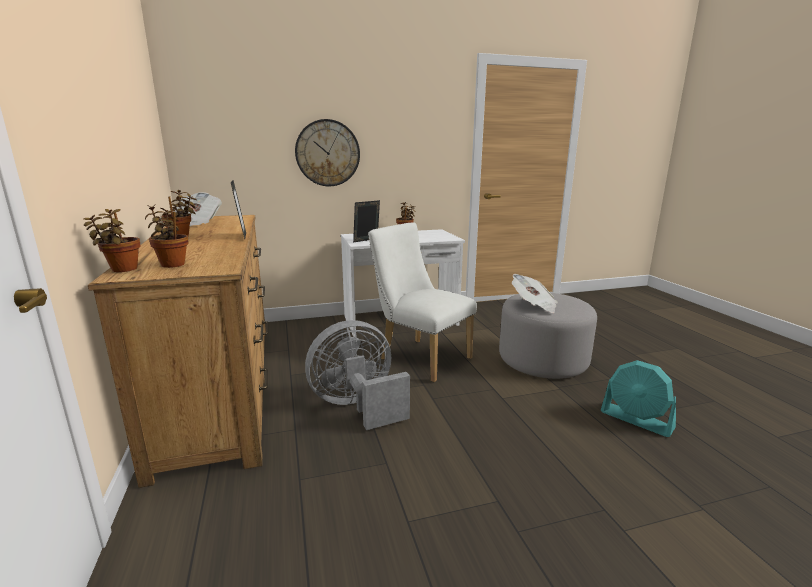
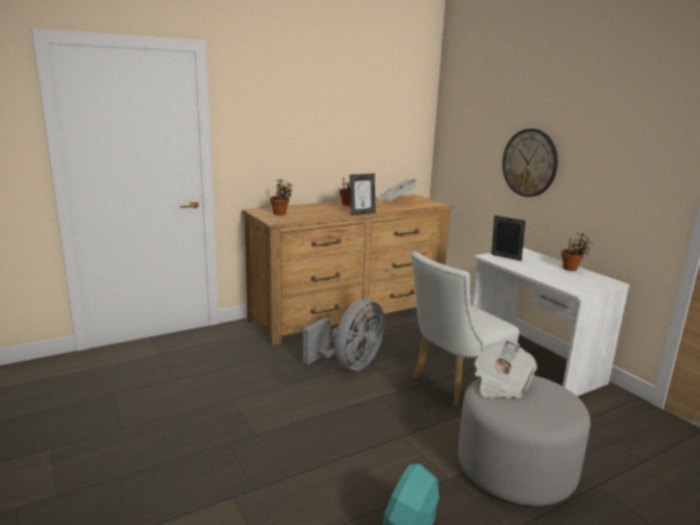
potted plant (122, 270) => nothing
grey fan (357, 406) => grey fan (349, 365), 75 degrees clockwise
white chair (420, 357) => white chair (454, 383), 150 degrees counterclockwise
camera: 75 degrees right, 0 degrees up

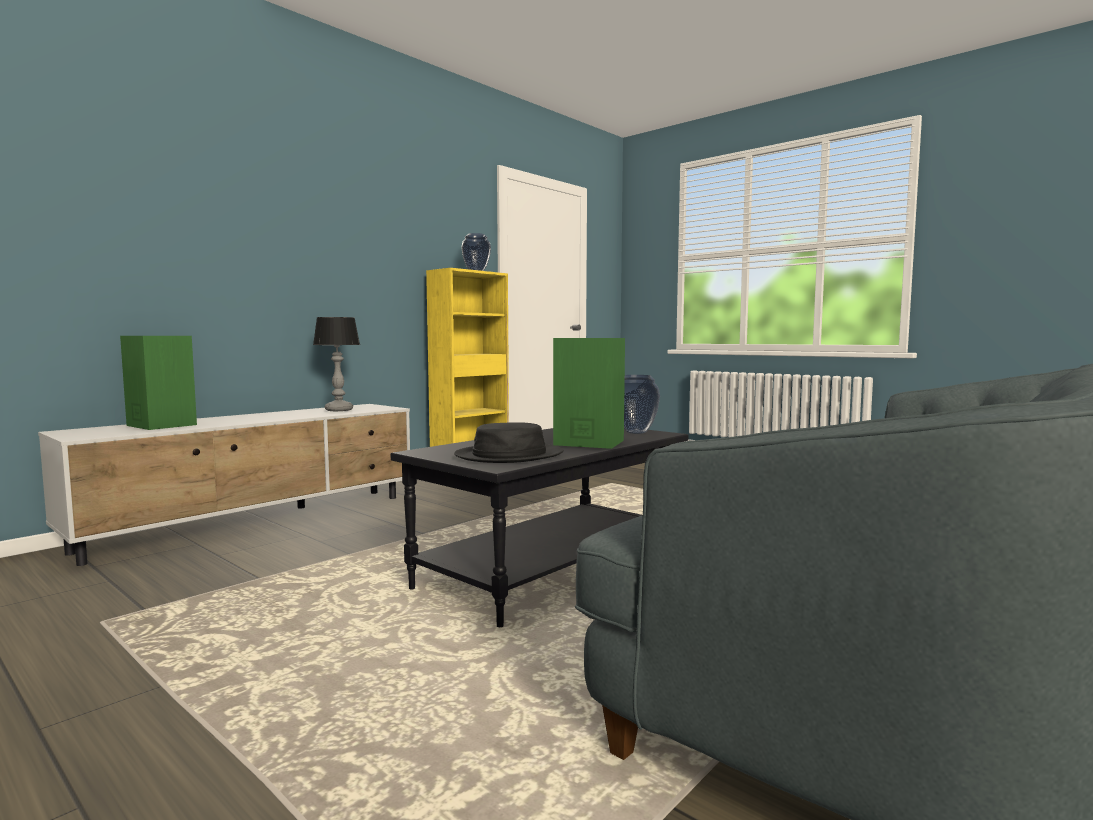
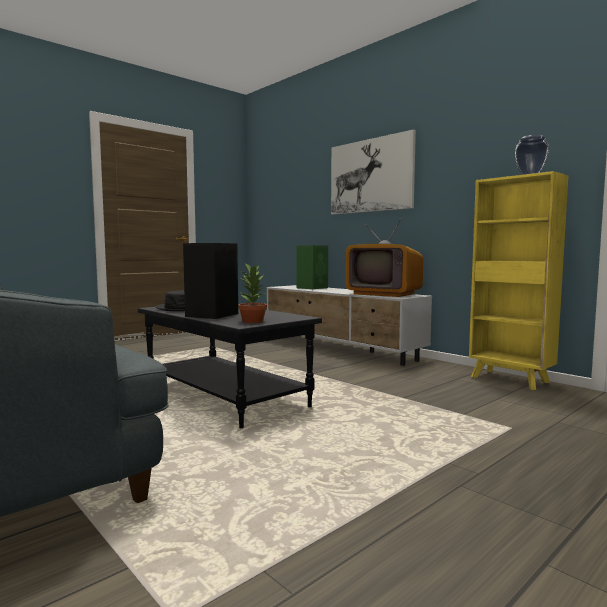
table lamp (339, 410) => television (384, 294)
green speaker (587, 442) => black speaker (213, 315)
vase (635, 432) => potted plant (252, 321)
nothing => picture (370, 176)
camera: 95 degrees right, 0 degrees up

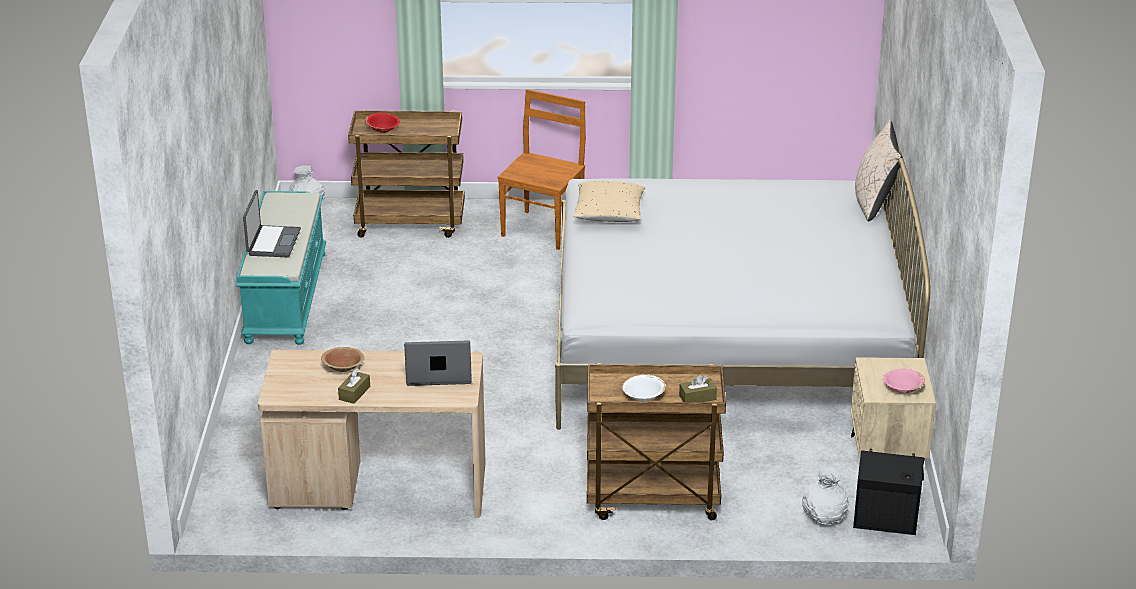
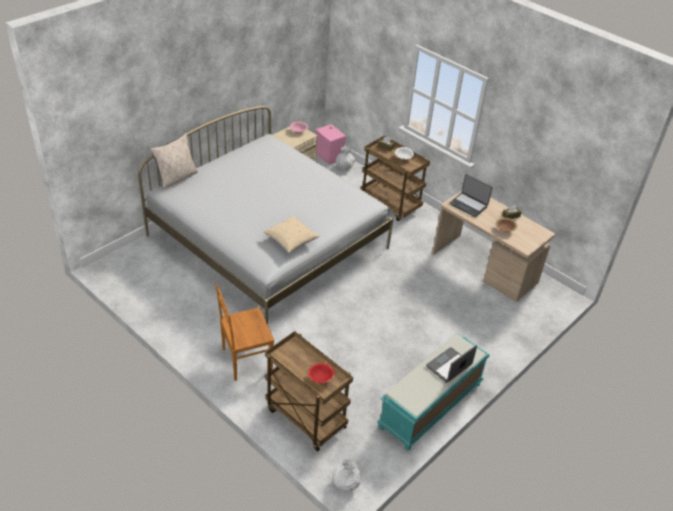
black speaker (886, 522) => pink speaker (328, 155)
camera: 140 degrees left, 10 degrees up

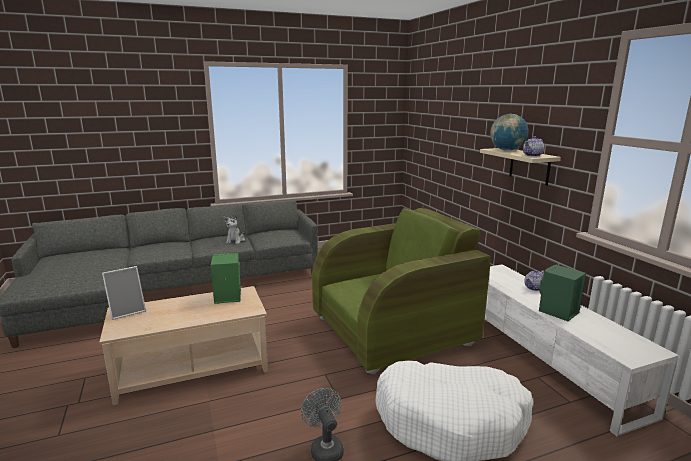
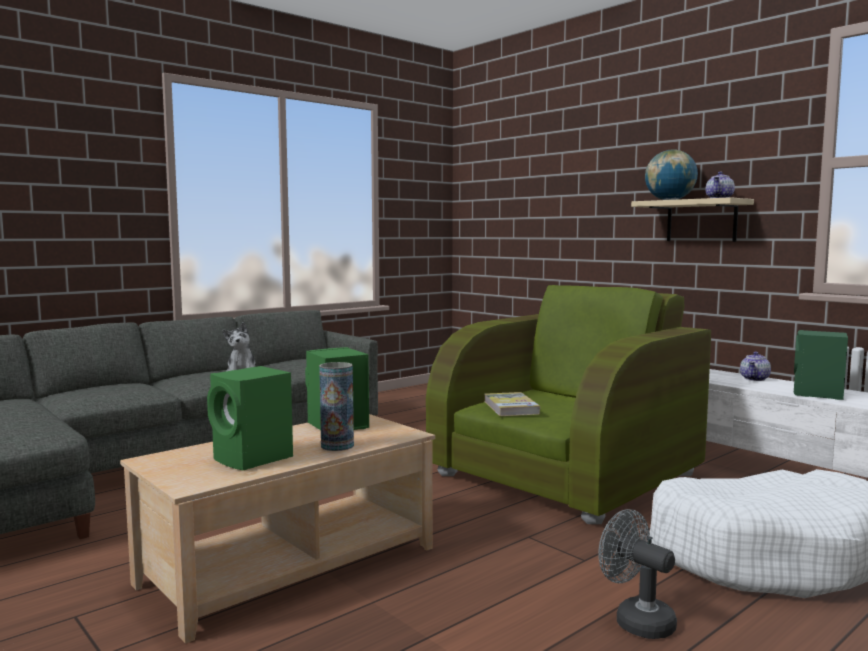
picture frame (127, 311) => nothing
nothing => green speaker (254, 459)
nothing => vase (337, 446)
nothing => book (511, 407)
camera: 20 degrees left, 10 degrees down

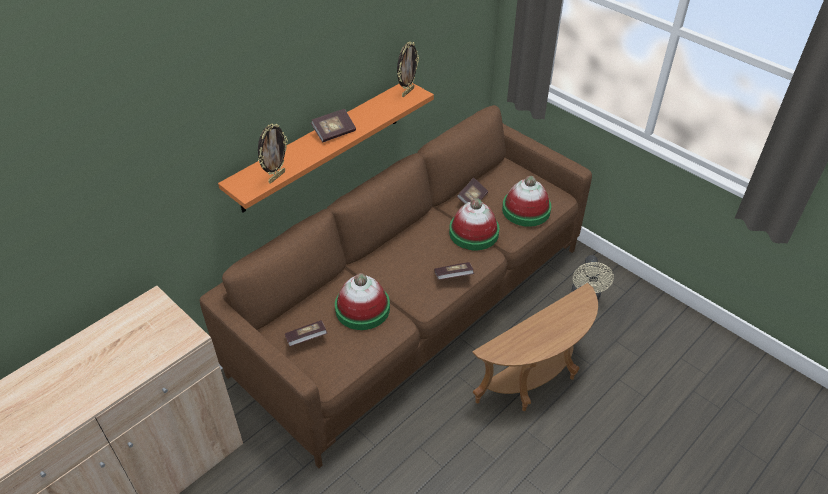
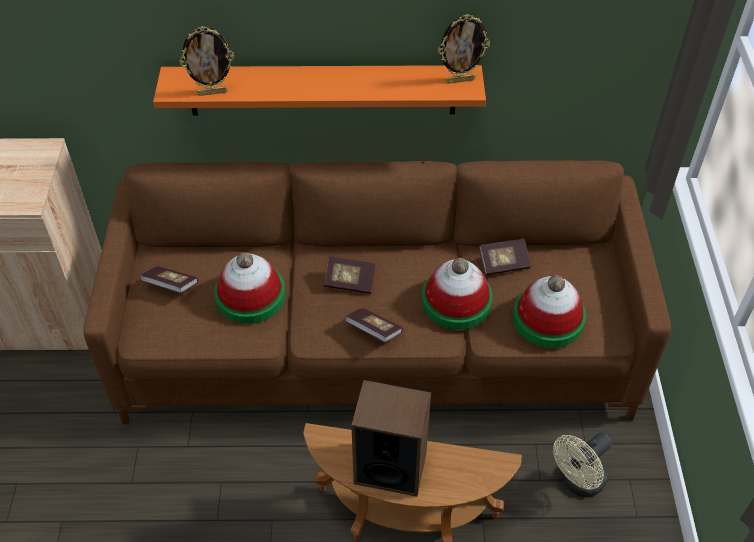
book (334, 133) => book (350, 282), shifted
nothing => speaker (390, 467)
camera: 45 degrees right, 5 degrees up

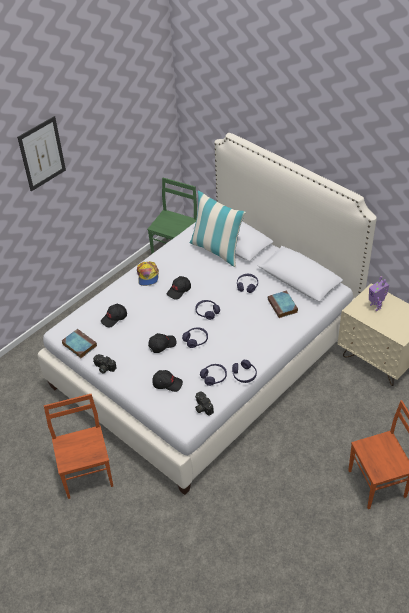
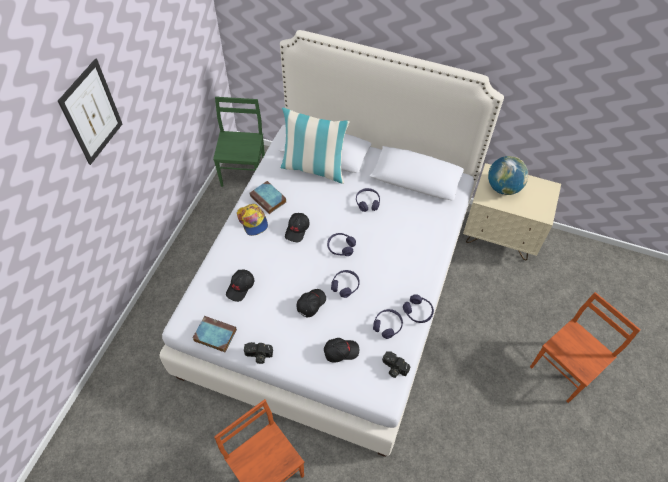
book (283, 306) => book (269, 199), shifted
toy robot (376, 306) => globe (503, 188)
camera: 25 degrees left, 10 degrees up

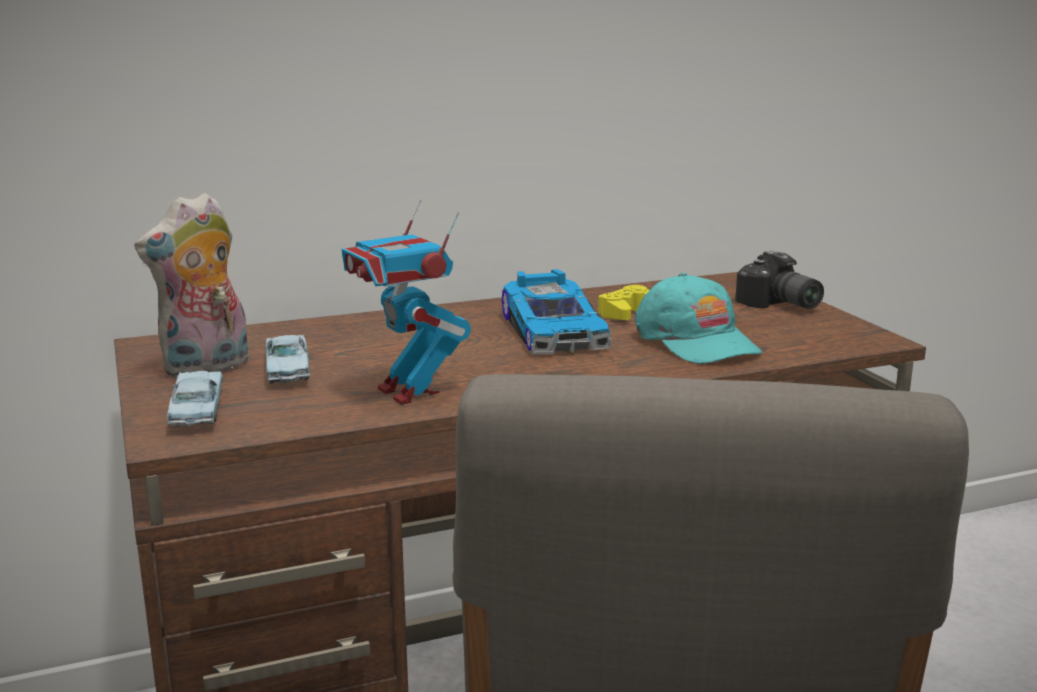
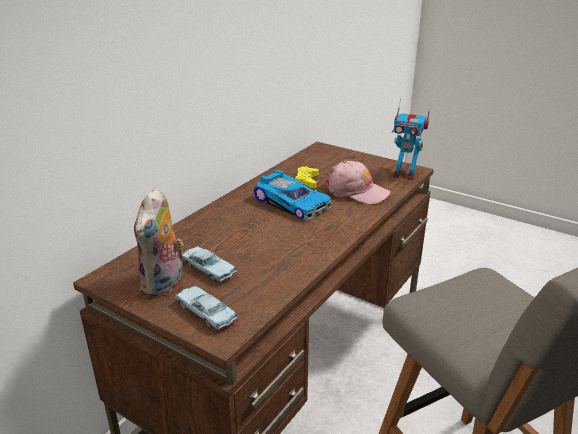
toy robot (408, 392) => toy robot (404, 175), shifted
turquoise cap (697, 341) => pink cap (356, 191)
photo camera (779, 305) => nothing
camera: 35 degrees left, 10 degrees up

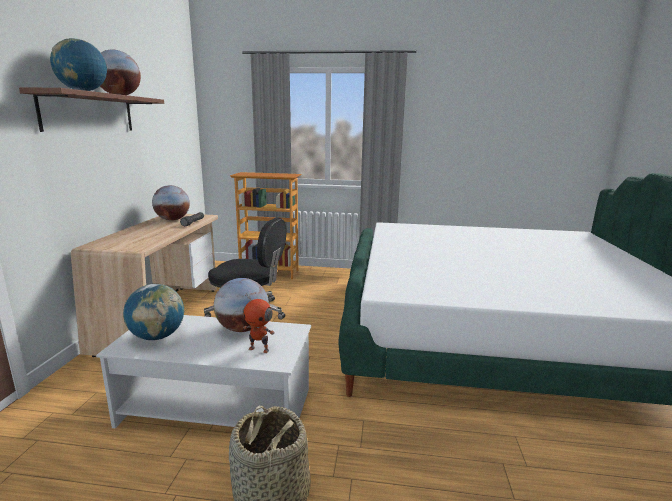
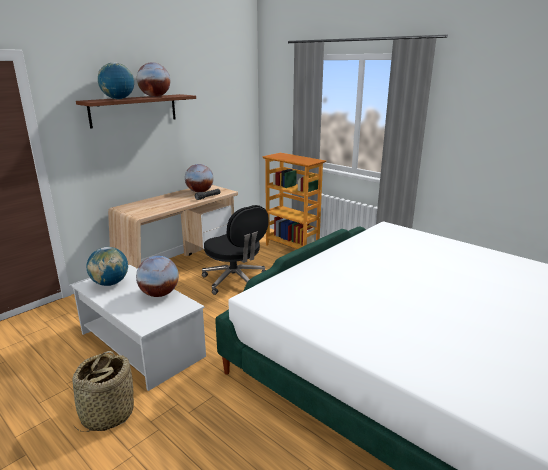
toy robot (259, 349) => nothing
camera: 35 degrees right, 5 degrees up

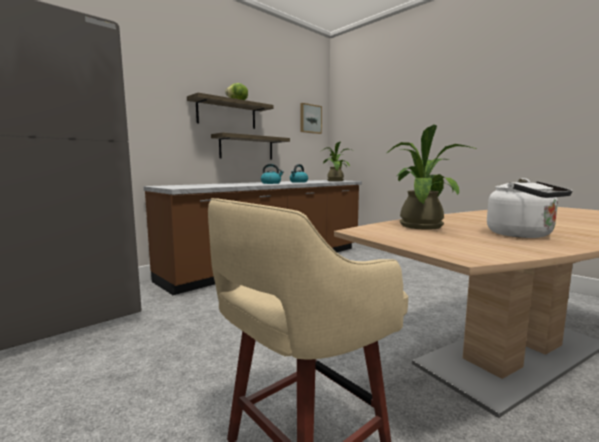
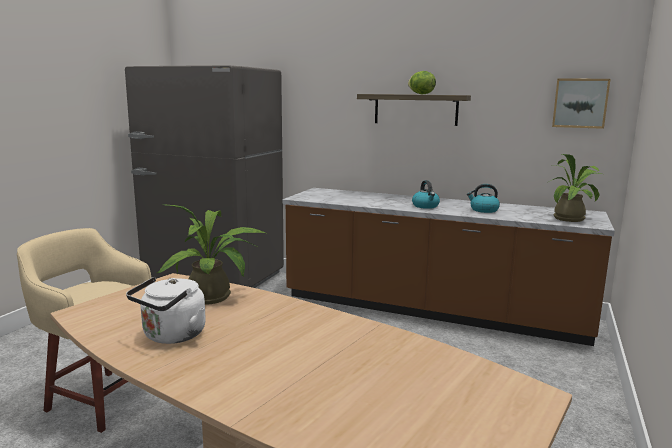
shelf (246, 148) => nothing
camera: 65 degrees right, 5 degrees up

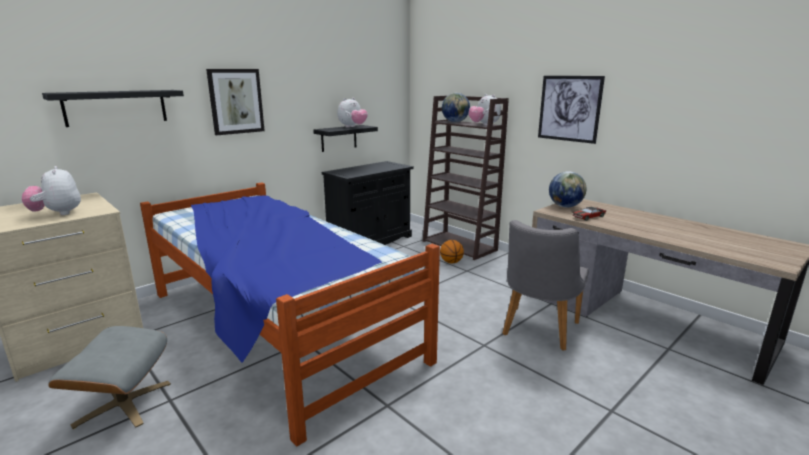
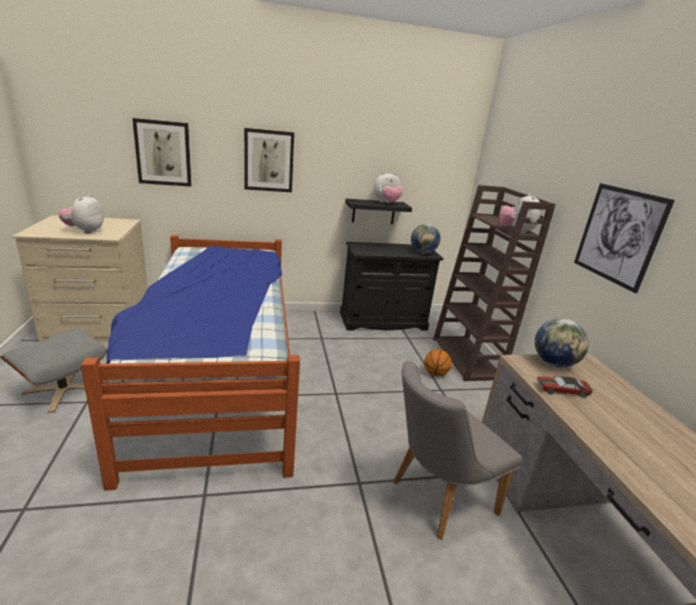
black shelf (116, 107) => picture (163, 153)
globe (455, 122) => globe (423, 252), shifted
camera: 30 degrees right, 5 degrees up

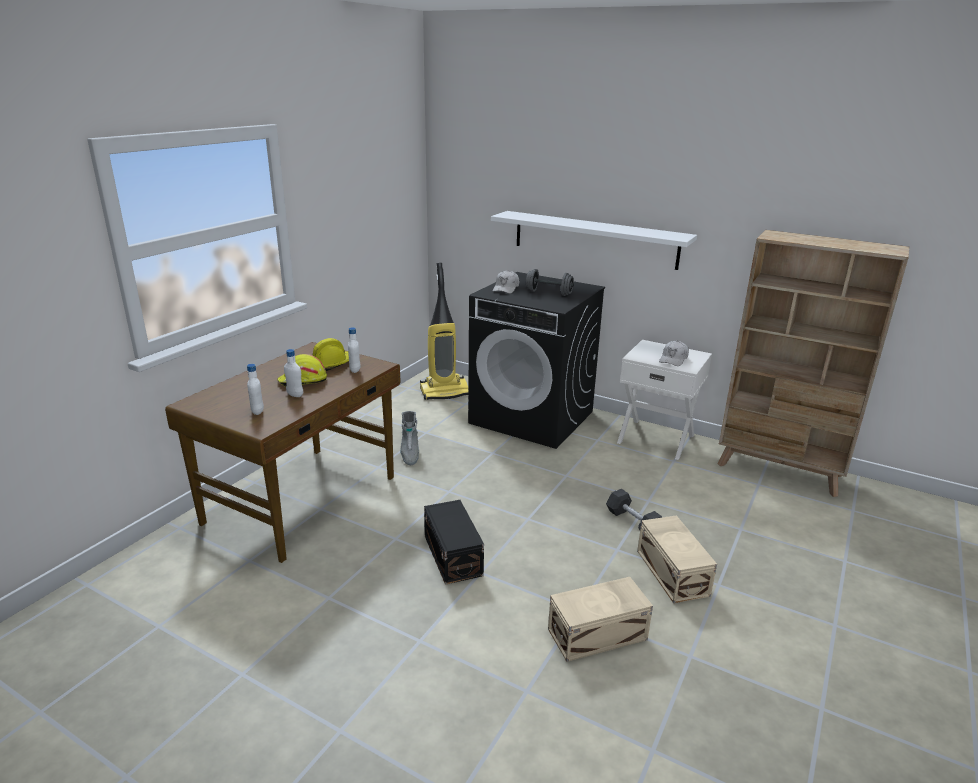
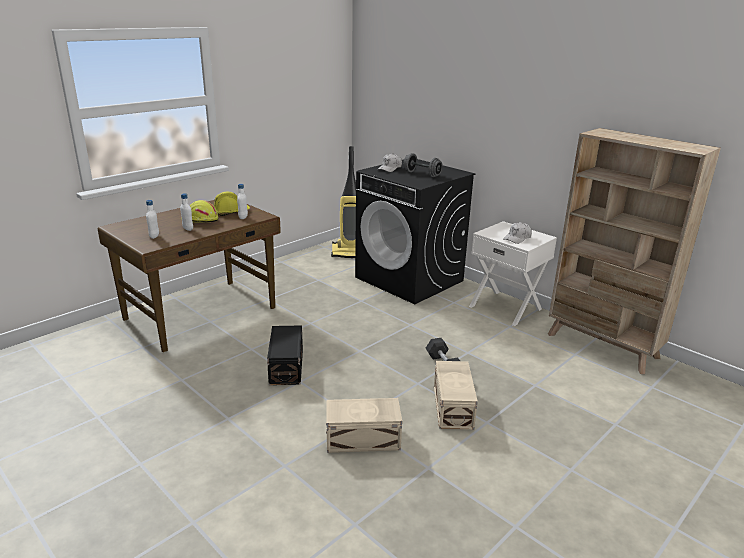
grey boot (409, 454) => nothing
white shelf (594, 239) => nothing
camera: 15 degrees right, 0 degrees up

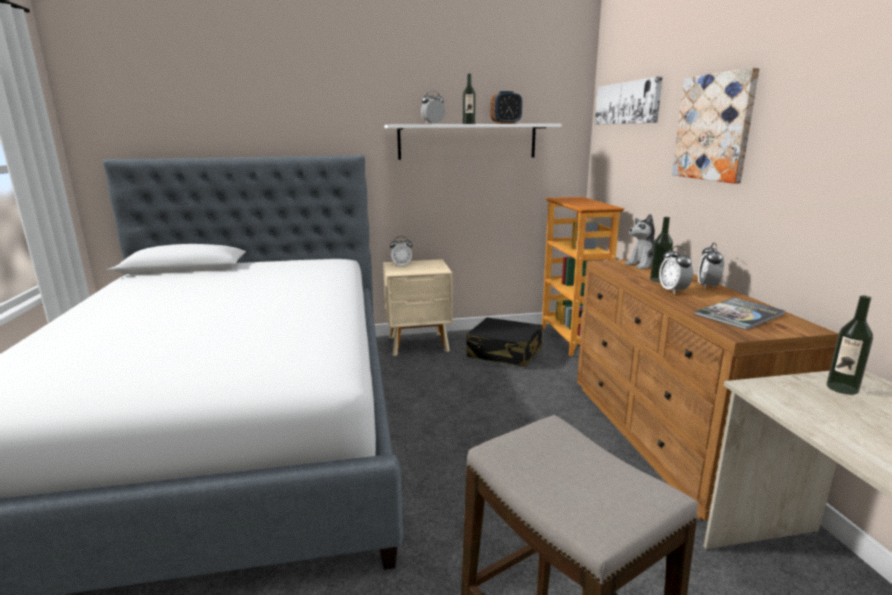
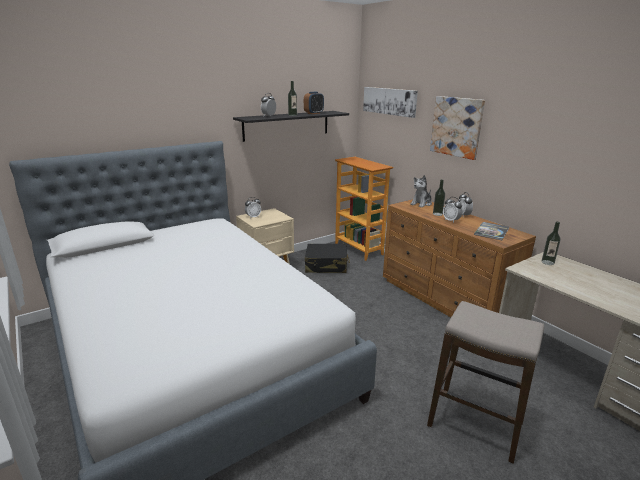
white shelf (467, 141) => black shelf (287, 125)
camera: 25 degrees left, 5 degrees up

